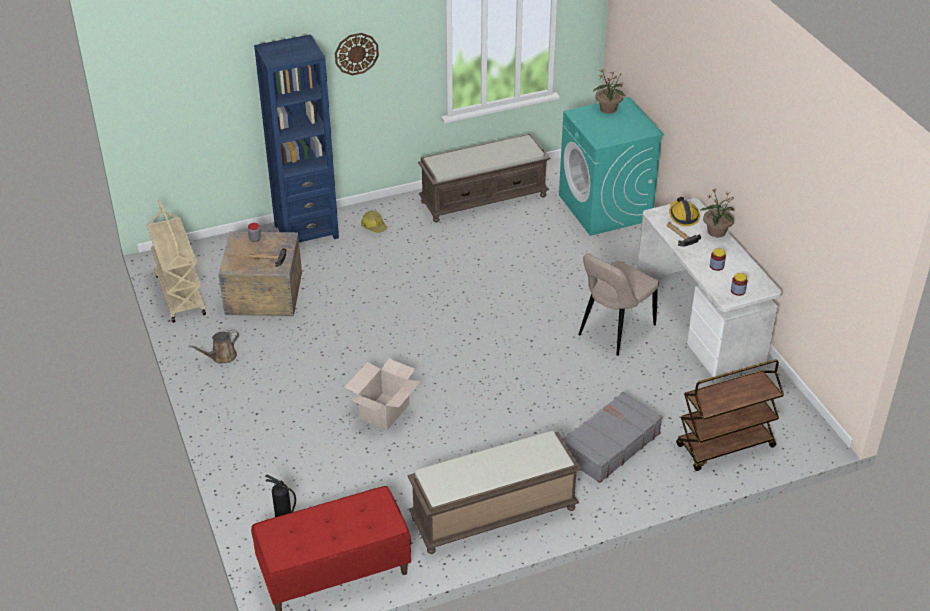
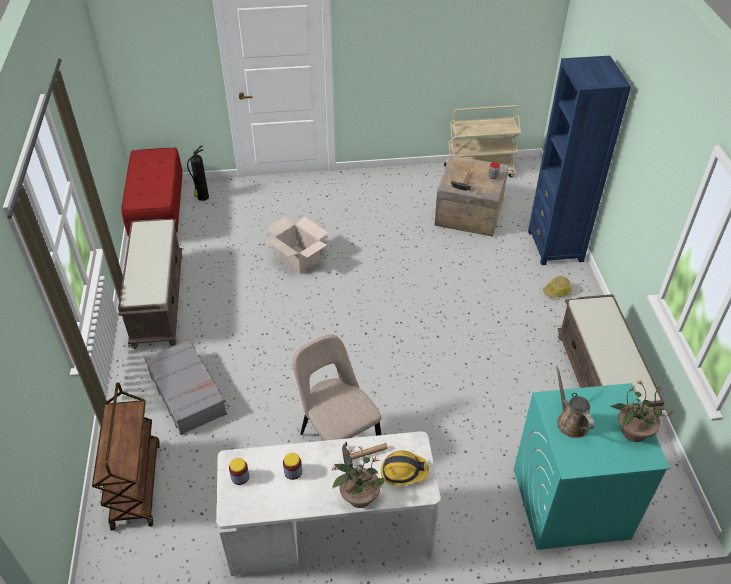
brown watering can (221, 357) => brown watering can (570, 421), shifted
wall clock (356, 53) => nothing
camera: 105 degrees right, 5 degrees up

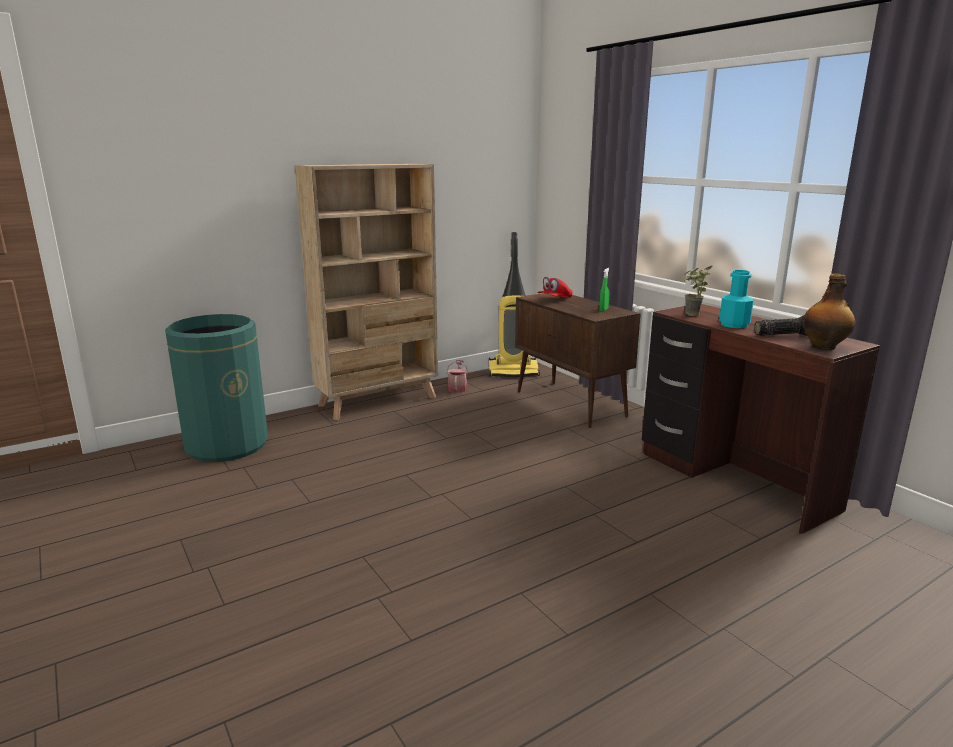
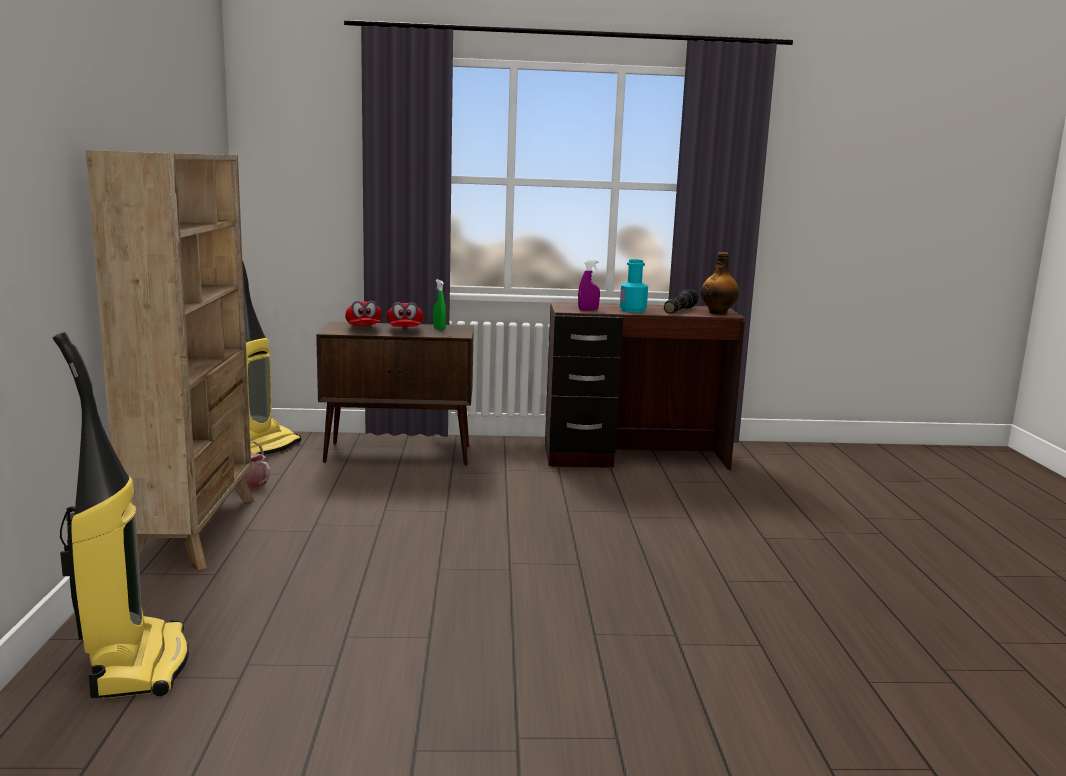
green trash can (227, 445) => vacuum cleaner (136, 664)
potted plant (691, 315) => purple spray bottle (588, 310)
nothing => red cap (405, 330)
camera: 60 degrees left, 5 degrees down

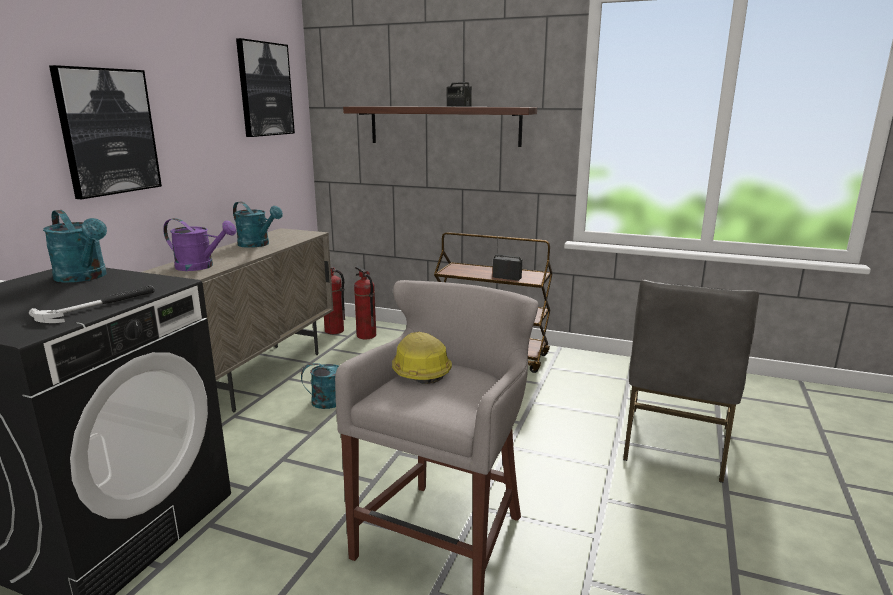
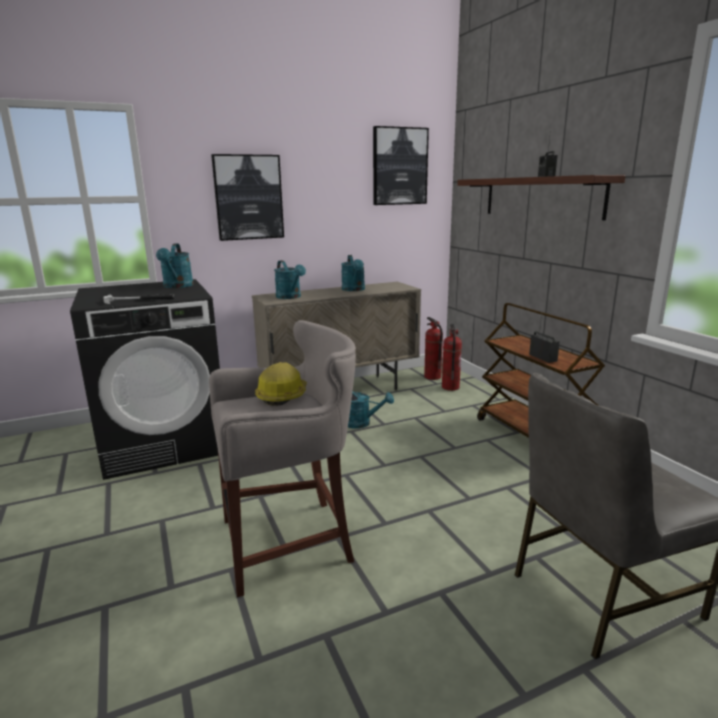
purple watering can (201, 267) => turquoise watering can (290, 297)
camera: 45 degrees right, 0 degrees up

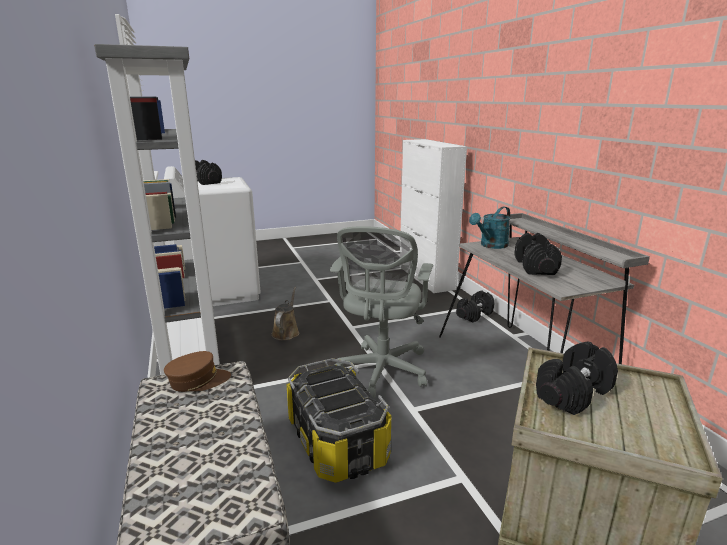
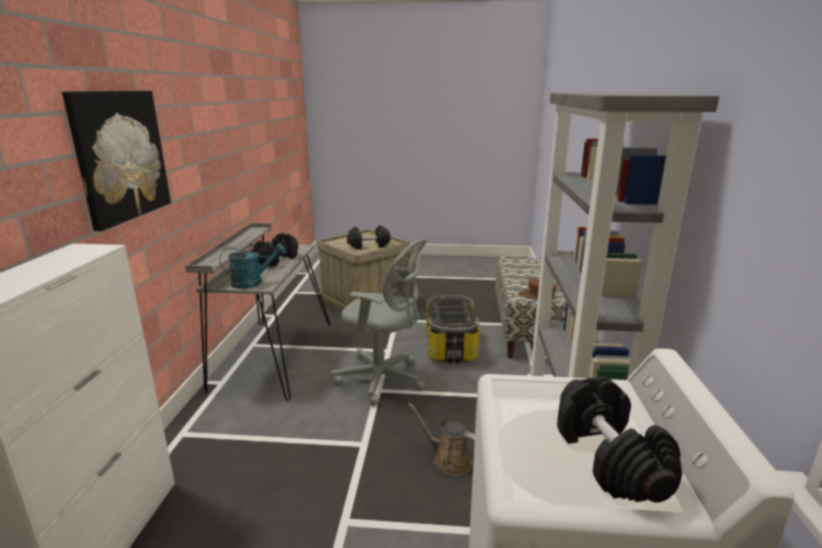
brown watering can (286, 332) => brown watering can (449, 460), 90 degrees clockwise
grey office chair (381, 372) => grey office chair (383, 380), 75 degrees clockwise
black dumbbell (474, 315) => nothing
nothing => picture (120, 156)
camera: 155 degrees left, 0 degrees up

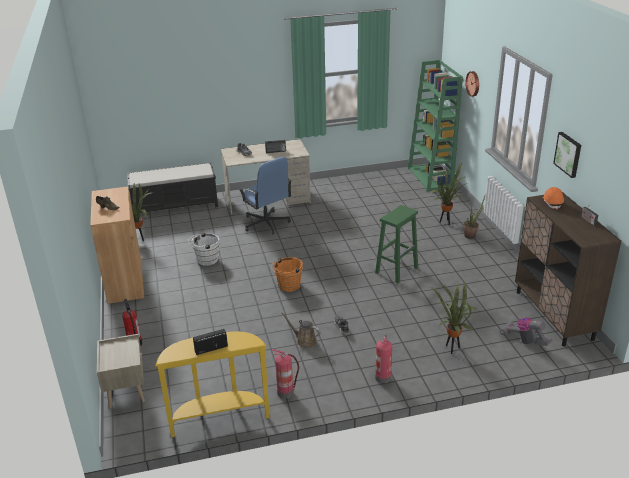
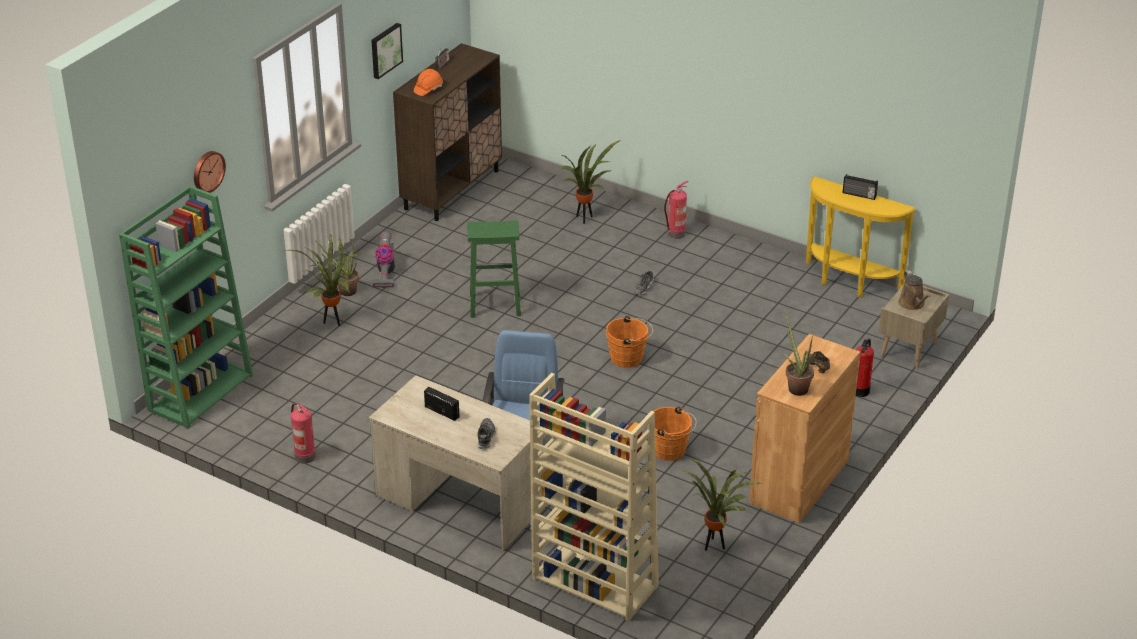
black bench (176, 206) => beige bookcase (593, 582)
white bucket (205, 260) => orange bucket (671, 451)
fire extinguisher (286, 392) => fire extinguisher (304, 456), shifted
brown watering can (304, 340) => brown watering can (912, 304), shifted
vacuum cleaner (524, 340) => vacuum cleaner (385, 273), shifted
nothing => potted plant (795, 387)
camera: 135 degrees left, 5 degrees up

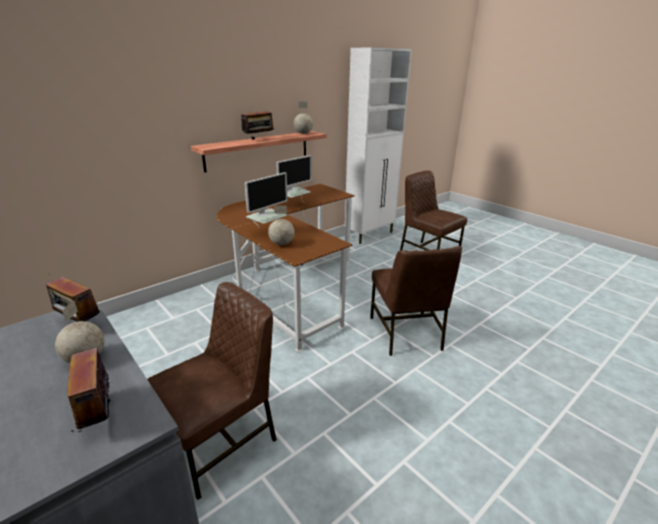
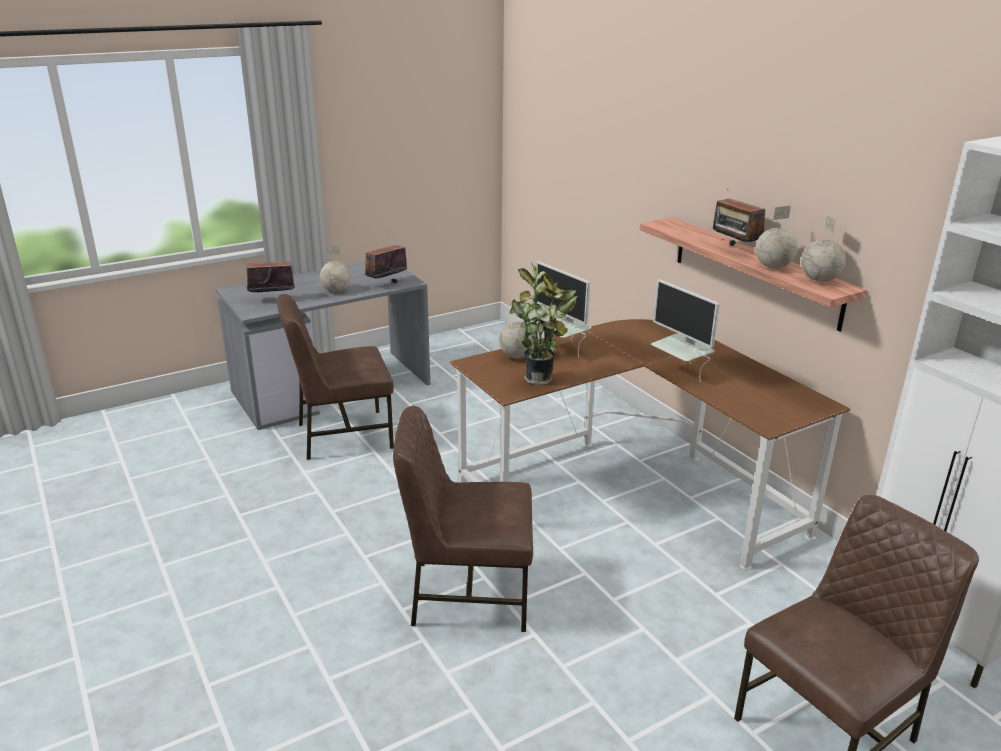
brown chair (221, 441) => brown chair (342, 435), 105 degrees clockwise
nothing => potted plant (542, 379)
nothing => globe (773, 267)
camera: 100 degrees right, 0 degrees up

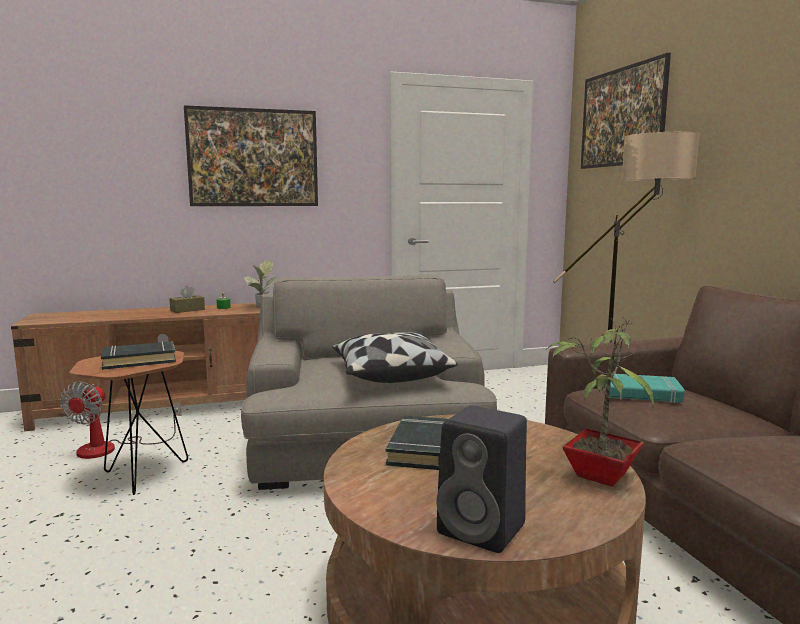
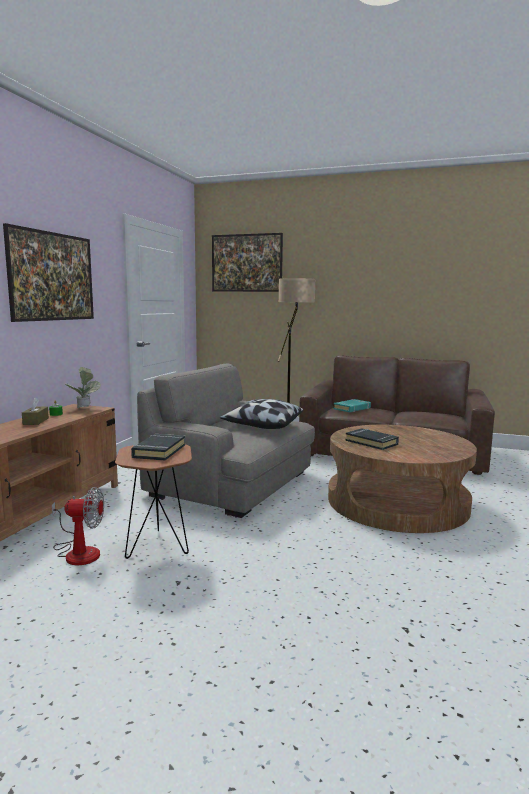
fan (111, 448) => fan (78, 552), 45 degrees counterclockwise
black speaker (484, 530) => nothing
potted plant (597, 474) => nothing
camera: 55 degrees left, 0 degrees up

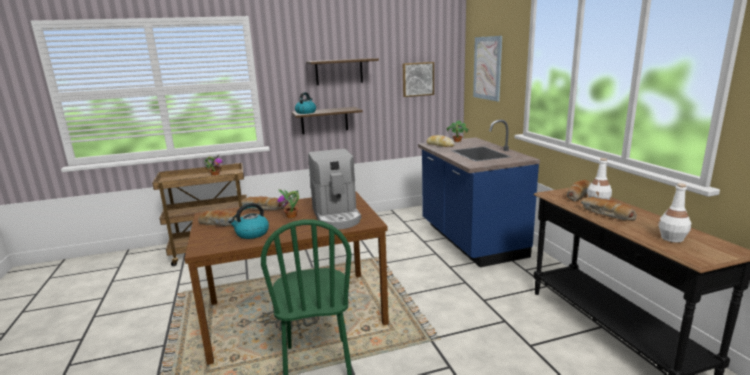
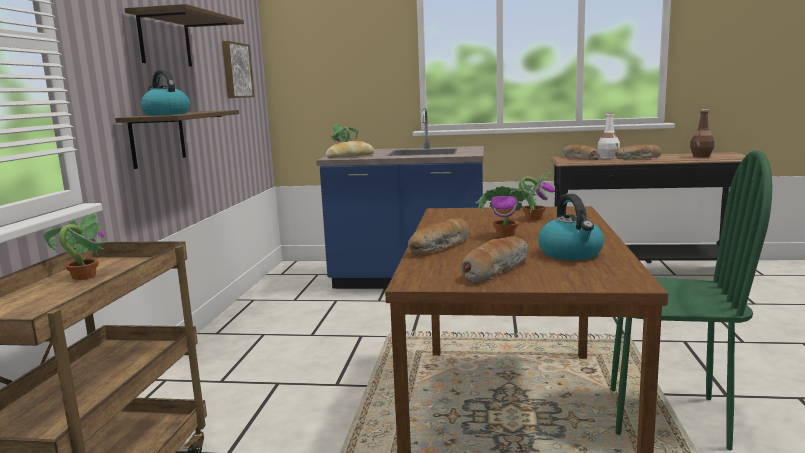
coffee machine (336, 216) => potted plant (533, 218)
picture (487, 68) => nothing
white bottle (672, 238) => brown bottle (701, 156)
camera: 65 degrees left, 5 degrees down

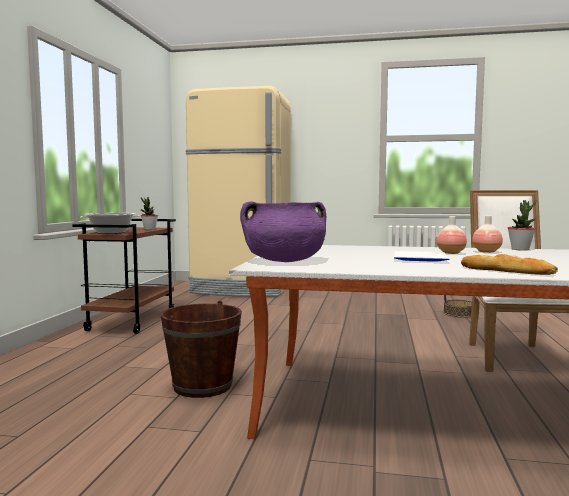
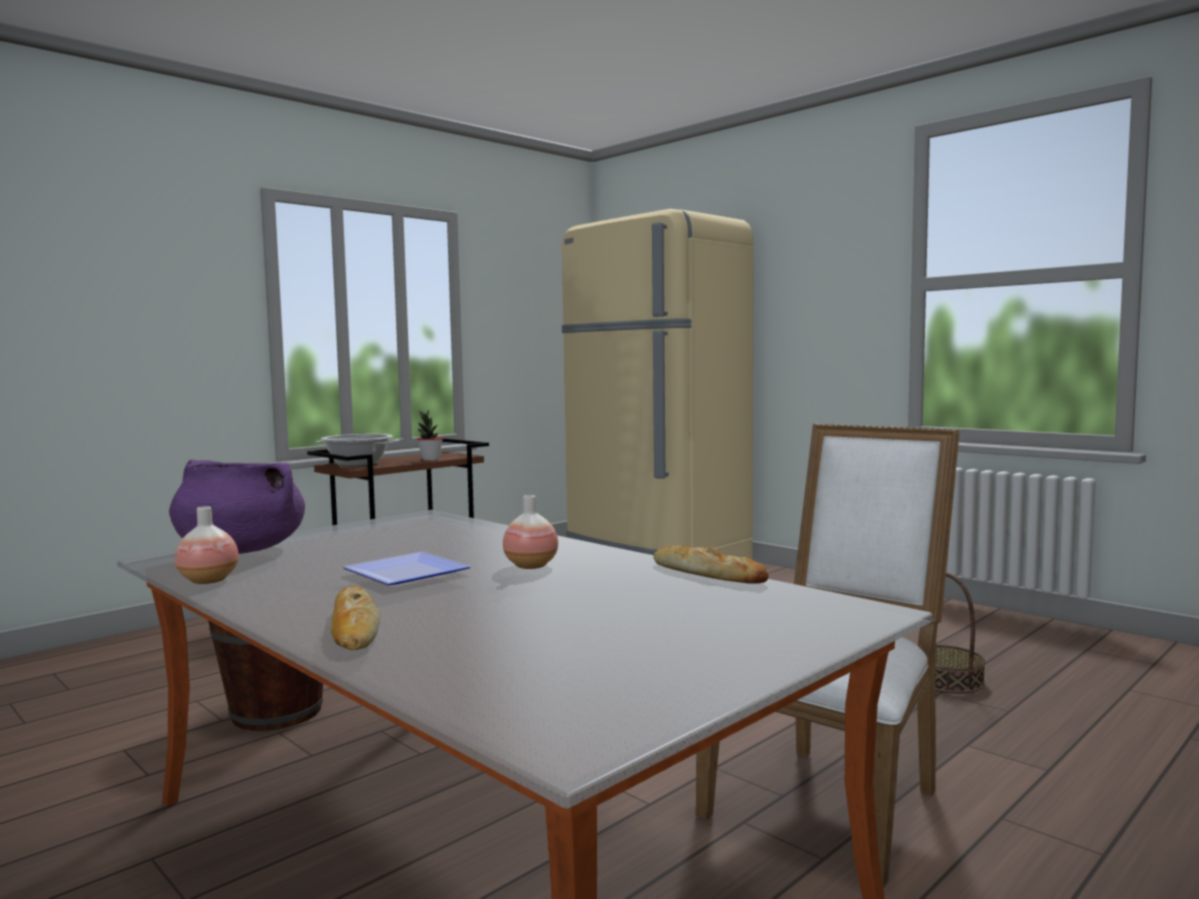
vase (486, 252) => vase (208, 580), shifted
potted plant (520, 249) => bread (708, 573)
camera: 35 degrees right, 0 degrees up

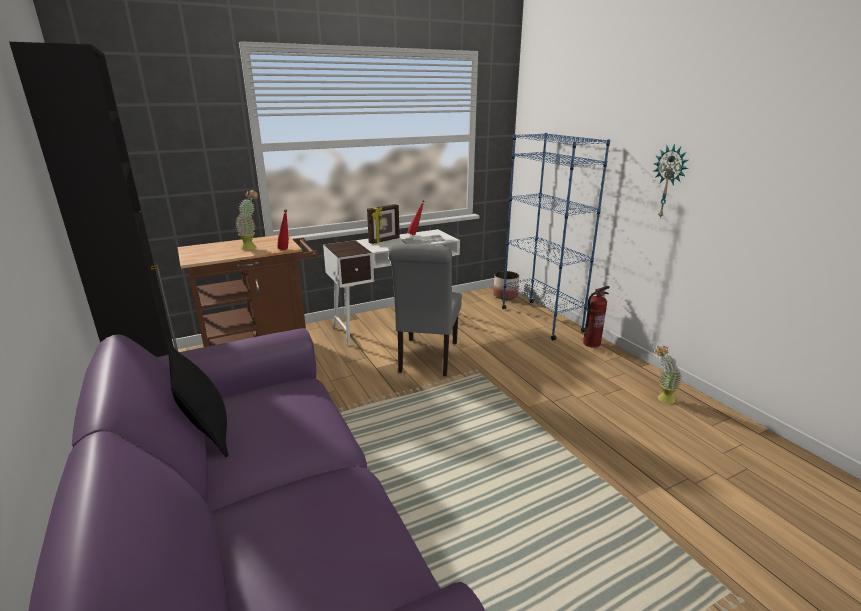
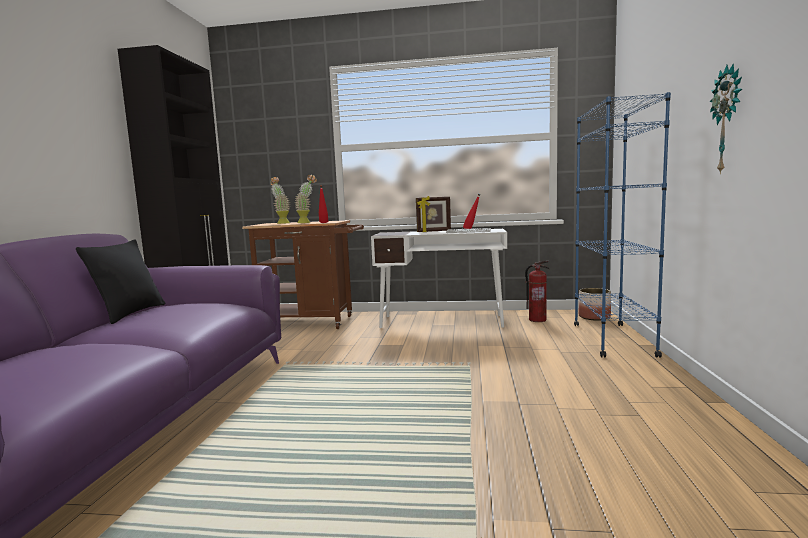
grey chair (427, 359) => nothing
fire extinguisher (591, 343) => fire extinguisher (537, 320), shifted
potted plant (661, 398) => potted plant (281, 223), shifted
camera: 35 degrees right, 15 degrees down

